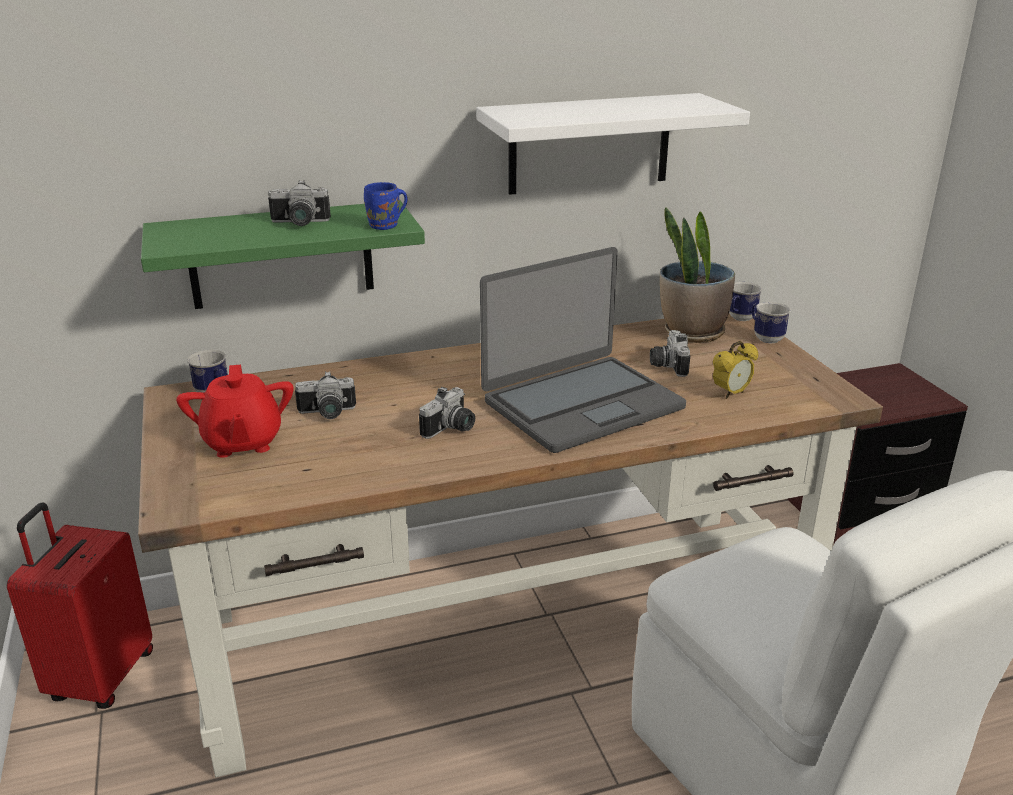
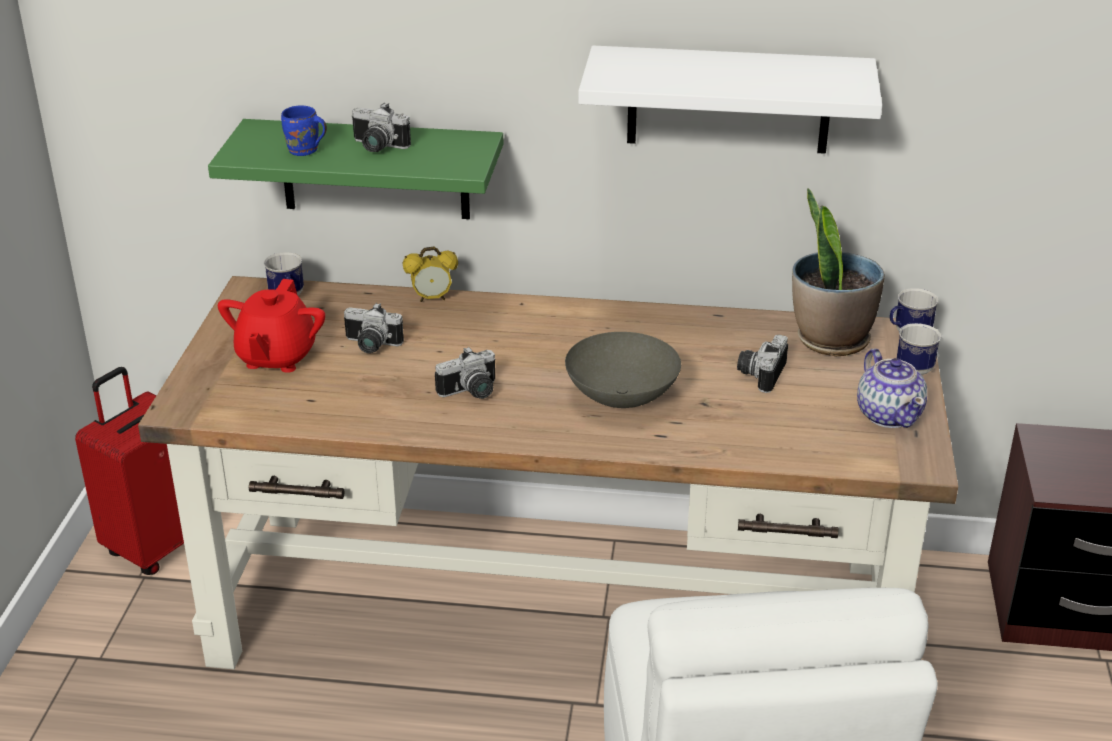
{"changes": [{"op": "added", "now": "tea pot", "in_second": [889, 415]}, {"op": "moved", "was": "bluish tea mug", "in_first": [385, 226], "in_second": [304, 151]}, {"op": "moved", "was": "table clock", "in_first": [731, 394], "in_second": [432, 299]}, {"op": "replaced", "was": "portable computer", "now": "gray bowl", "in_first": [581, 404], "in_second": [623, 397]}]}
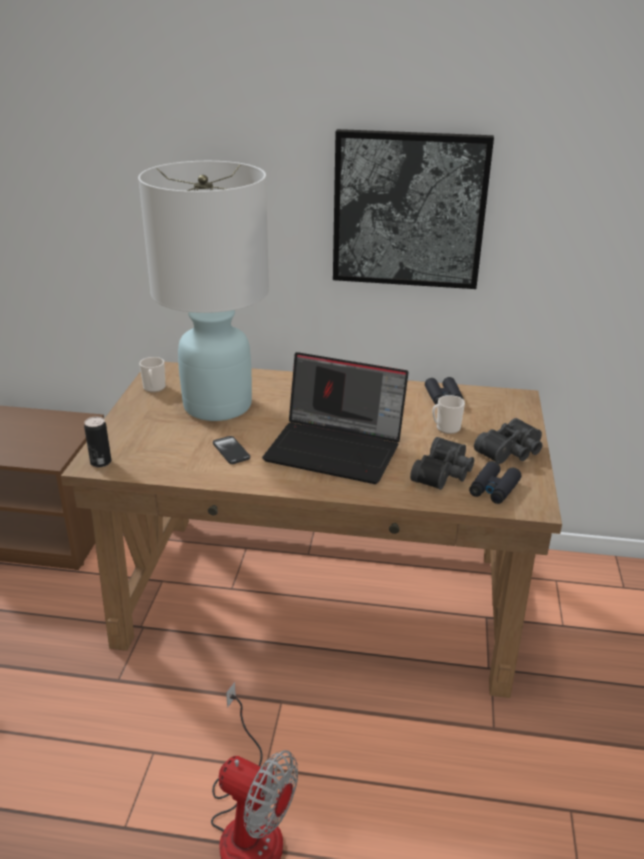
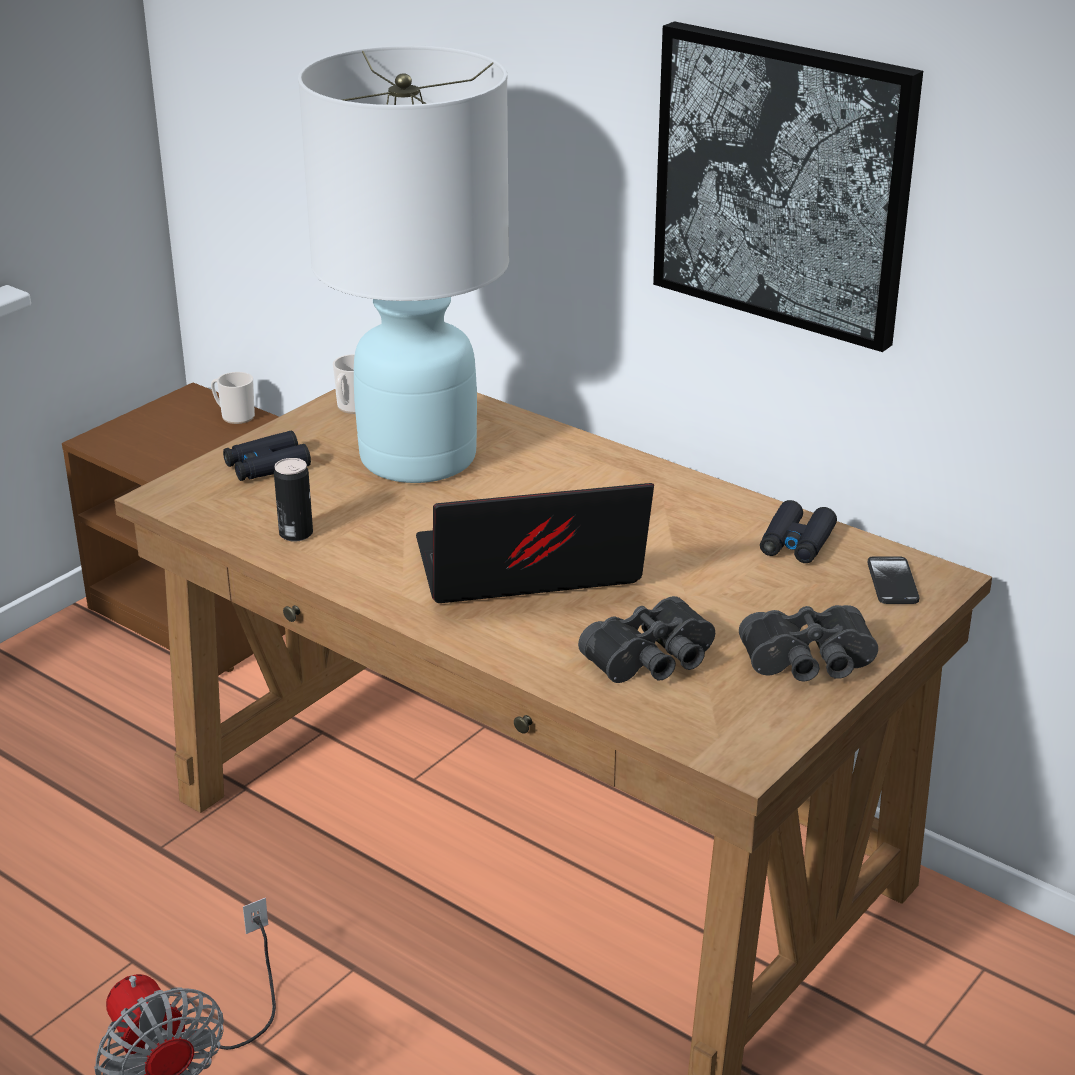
{"changes": [{"op": "moved", "was": "sealed can", "in_first": [101, 462], "in_second": [296, 534]}, {"op": "moved", "was": "handset", "in_first": [231, 451], "in_second": [892, 582]}, {"op": "moved", "was": "tea mug", "in_first": [445, 428], "in_second": [234, 416]}, {"op": "moved", "was": "blackish binoculars", "in_first": [493, 489], "in_second": [267, 466]}, {"op": "turned", "was": "portable computer", "in_first": [337, 449], "in_second": [526, 573], "clockwise": 120}]}
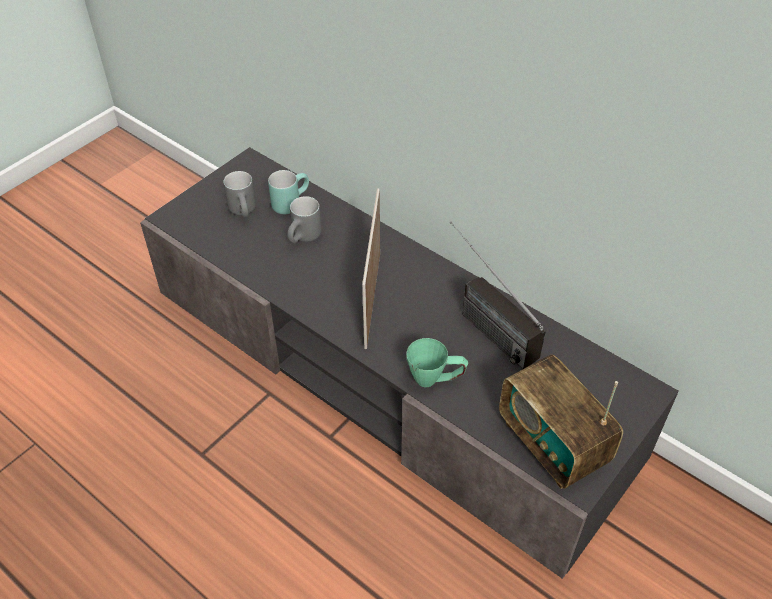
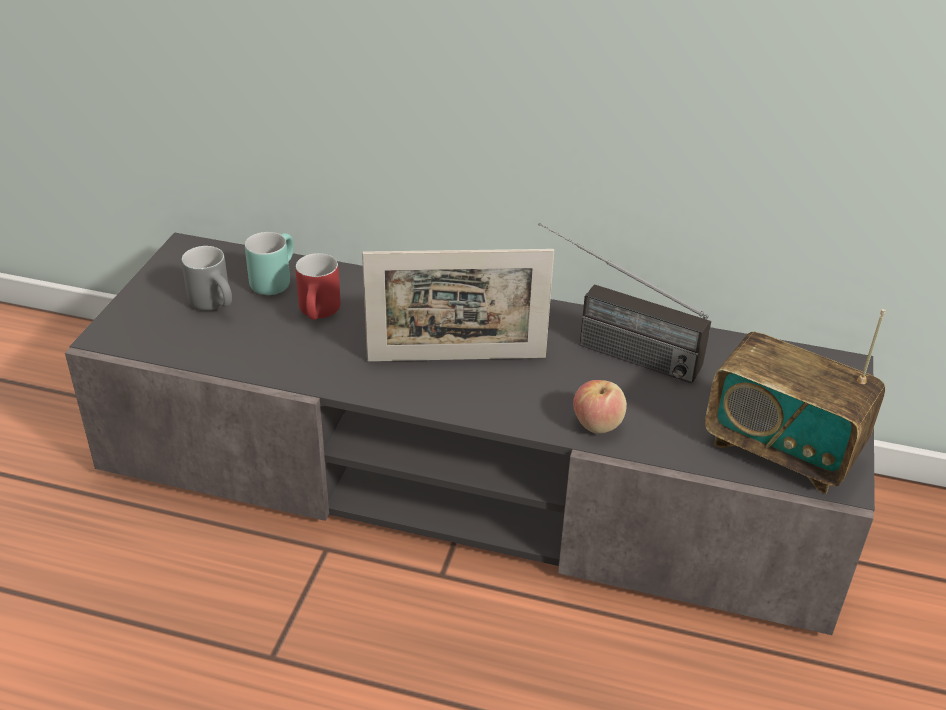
{"changes": [{"op": "replaced", "was": "green-coloured tea mug", "now": "whole apple", "in_first": [435, 380], "in_second": [597, 424]}, {"op": "recoloured", "was": "gray tea mug", "now": "red-coloured tea mug", "in_first": [305, 238], "in_second": [321, 314]}, {"op": "turned", "was": "standing frame", "in_first": [372, 299], "in_second": [456, 359], "clockwise": -75}]}
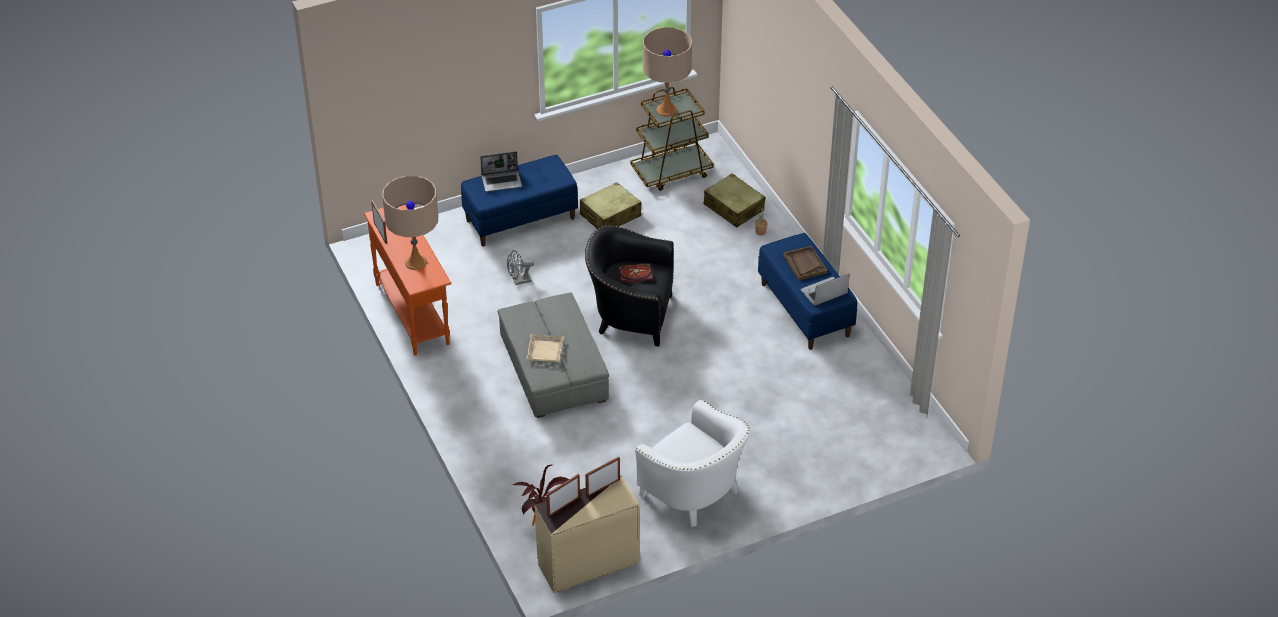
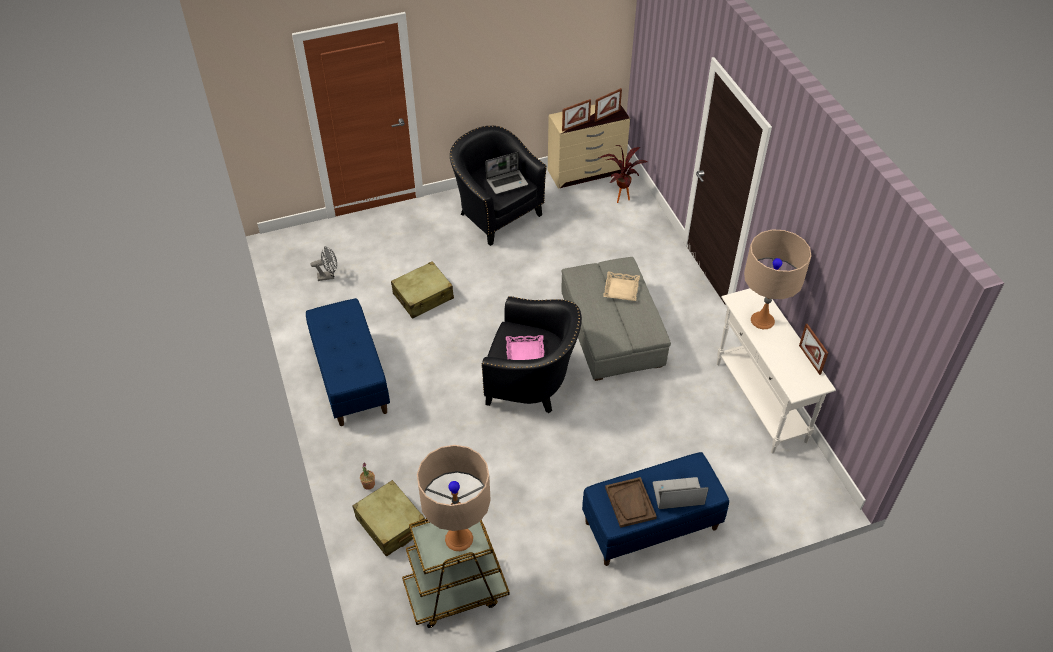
{"changes": [{"op": "moved", "was": "gray fan", "in_first": [519, 281], "in_second": [328, 276]}, {"op": "moved", "was": "sand-coloured piece of luggage", "in_first": [610, 216], "in_second": [423, 296]}, {"op": "moved", "was": "brownish carrying tray", "in_first": [804, 264], "in_second": [630, 503]}, {"op": "moved", "was": "portable computer", "in_first": [823, 293], "in_second": [507, 182]}, {"op": "replaced", "was": "bound book", "now": "pink carrying tray", "in_first": [636, 274], "in_second": [525, 352]}, {"op": "recoloured", "was": "orangey narrow table", "now": "white narrow table", "in_first": [412, 313], "in_second": [760, 402]}, {"op": "recoloured", "was": "white lounge chair", "now": "blackish lounge chair", "in_first": [695, 494], "in_second": [496, 214]}]}
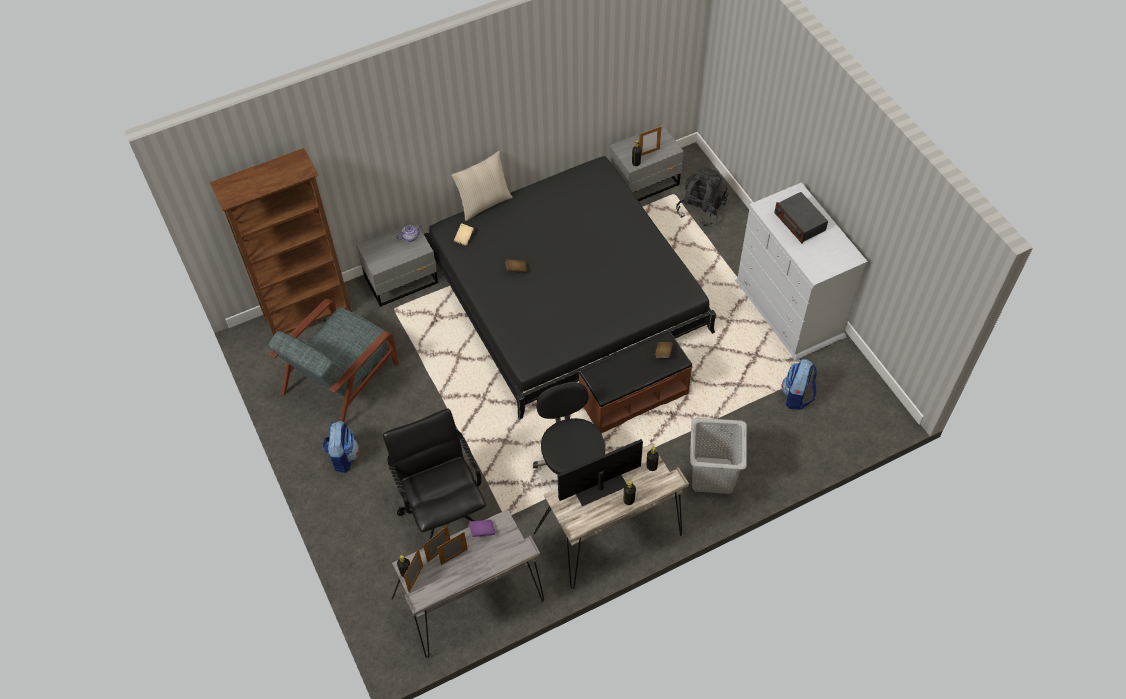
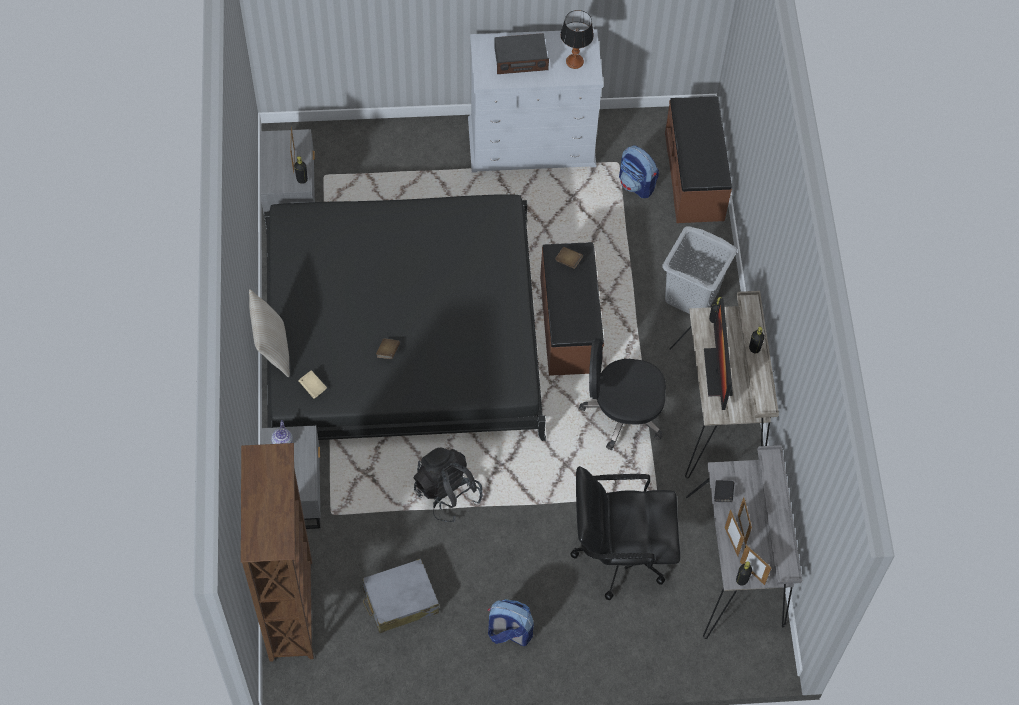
{"changes": [{"op": "added", "now": "tabletop lamp", "in_second": [575, 61]}, {"op": "added", "now": "brownish bench", "in_second": [695, 176]}, {"op": "moved", "was": "blackish knapsack", "in_first": [701, 209], "in_second": [447, 493]}, {"op": "replaced", "was": "gray lounge chair", "now": "gray piece of luggage", "in_first": [342, 377], "in_second": [400, 600]}, {"op": "recoloured", "was": "purple bound book", "now": "blackish bound book", "in_first": [482, 531], "in_second": [723, 494]}]}
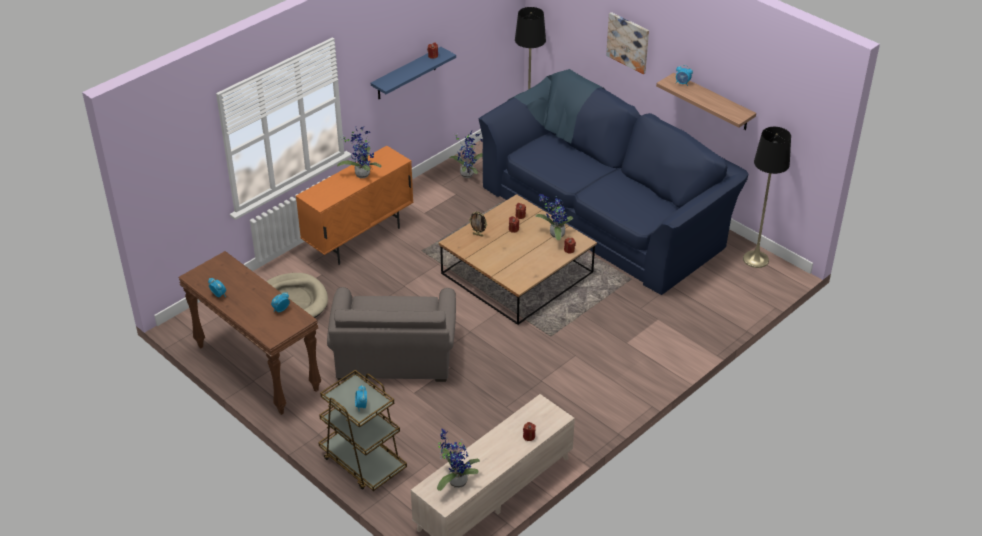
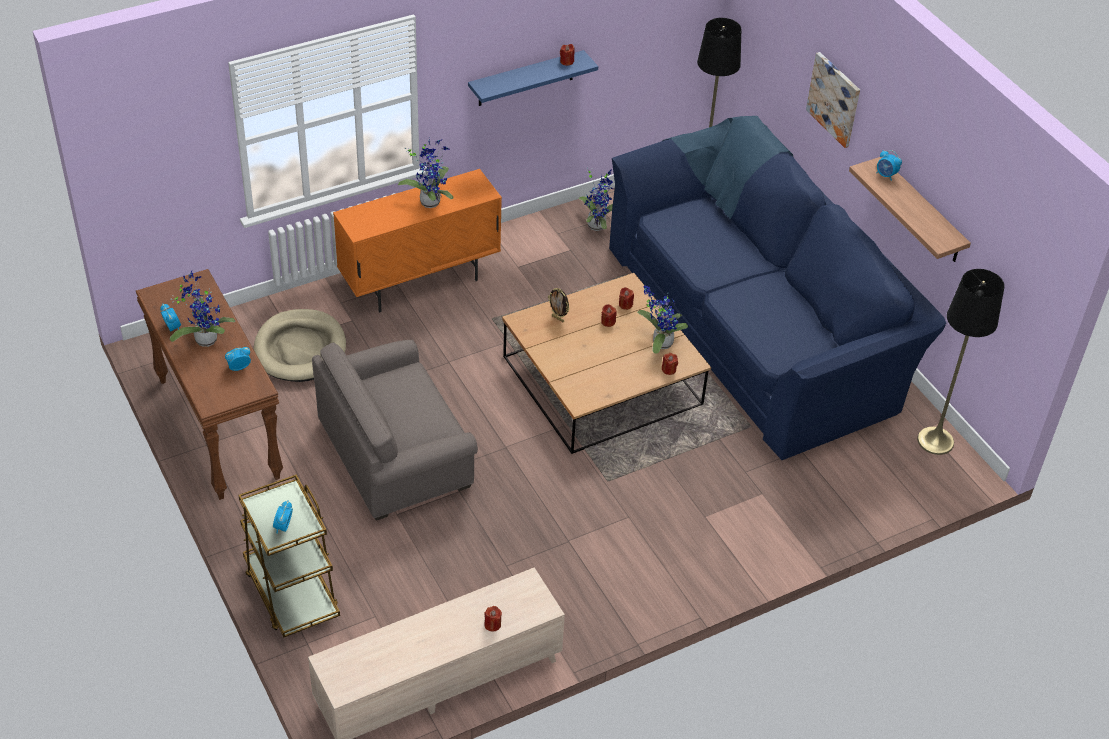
{"changes": [{"op": "moved", "was": "potted plant", "in_first": [455, 480], "in_second": [204, 338]}, {"op": "turned", "was": "gray lounge chair", "in_first": [394, 354], "in_second": [395, 454], "clockwise": 45}]}
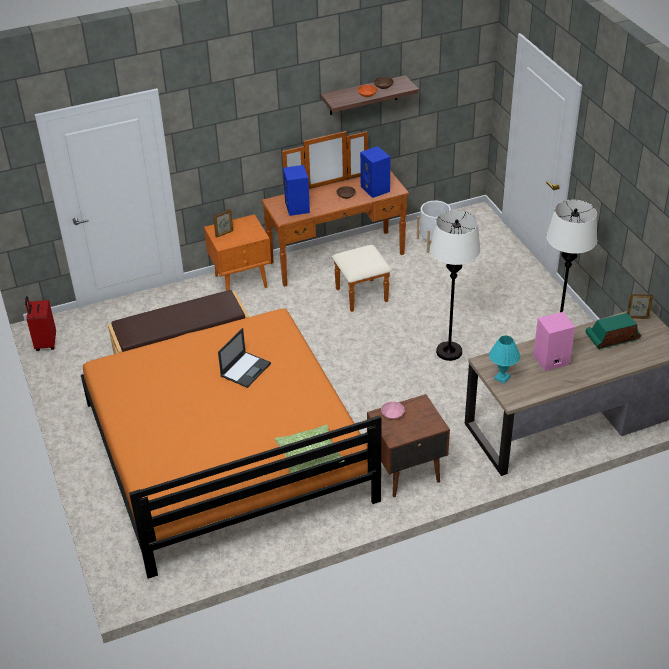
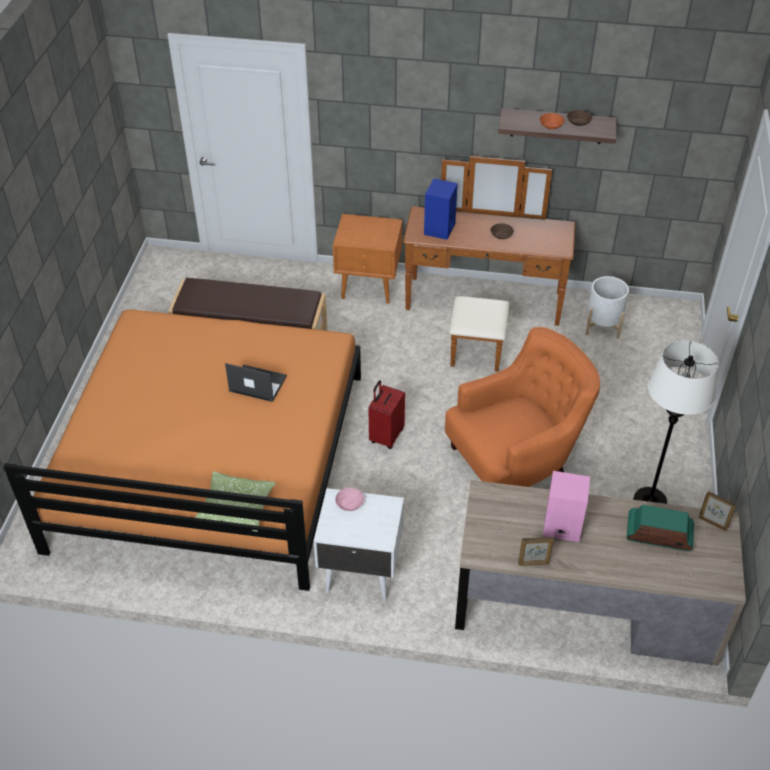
{"changes": [{"op": "removed", "was": "bluish loudspeaker", "in_first": [376, 189]}, {"op": "removed", "was": "turquoise tabletop lamp", "in_first": [502, 377]}, {"op": "moved", "was": "red-coloured piece of luggage", "in_first": [45, 343], "in_second": [386, 436]}, {"op": "moved", "was": "standing frame", "in_first": [224, 234], "in_second": [533, 563]}, {"op": "replaced", "was": "white standing lamp", "now": "orangey lounge chair", "in_first": [449, 351], "in_second": [517, 458]}, {"op": "recoloured", "was": "brownish bedside table", "now": "white bedside table", "in_first": [405, 472], "in_second": [359, 572]}, {"op": "turned", "was": "portable computer", "in_first": [246, 369], "in_second": [257, 383], "clockwise": -135}]}
